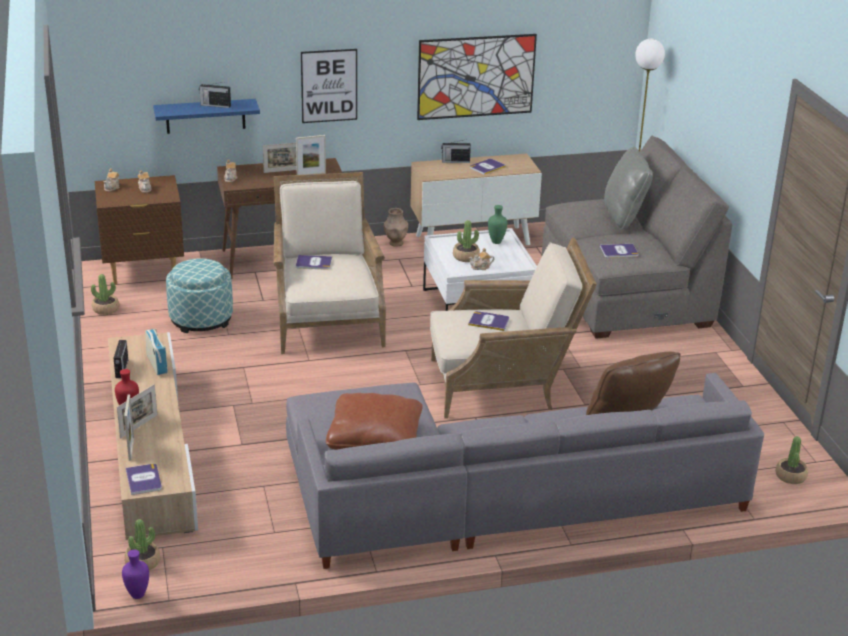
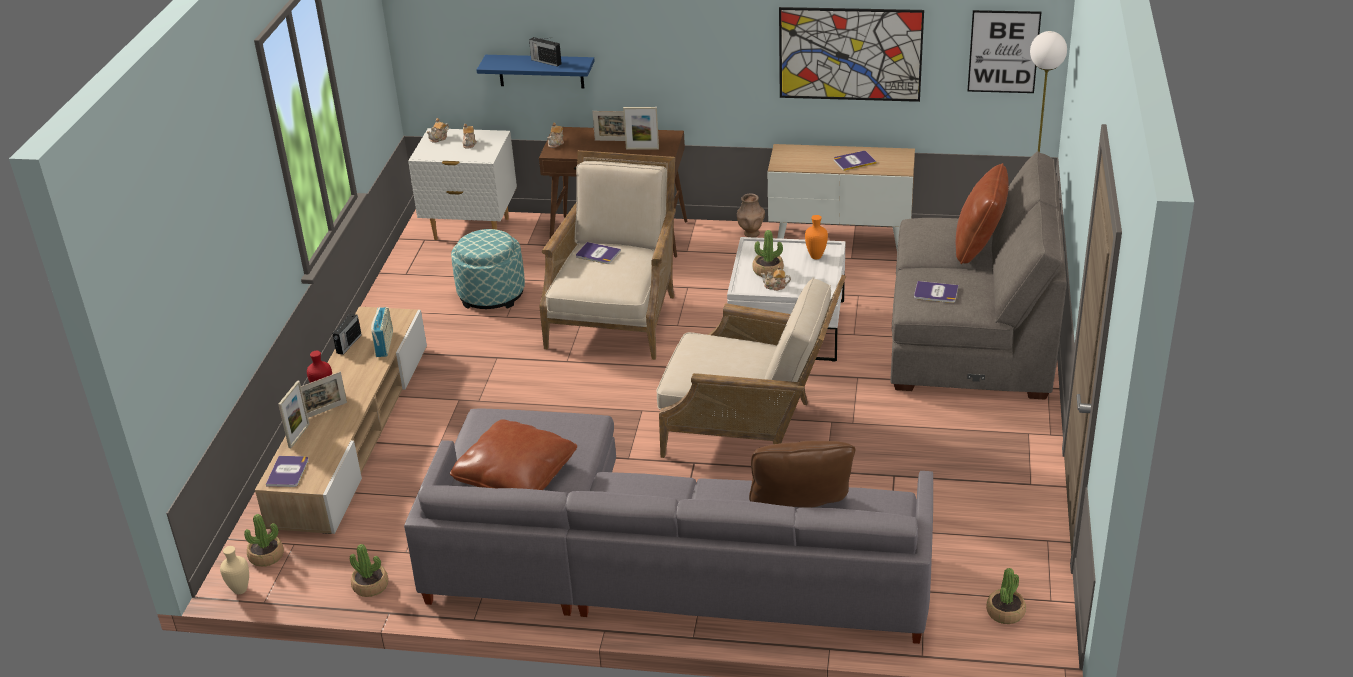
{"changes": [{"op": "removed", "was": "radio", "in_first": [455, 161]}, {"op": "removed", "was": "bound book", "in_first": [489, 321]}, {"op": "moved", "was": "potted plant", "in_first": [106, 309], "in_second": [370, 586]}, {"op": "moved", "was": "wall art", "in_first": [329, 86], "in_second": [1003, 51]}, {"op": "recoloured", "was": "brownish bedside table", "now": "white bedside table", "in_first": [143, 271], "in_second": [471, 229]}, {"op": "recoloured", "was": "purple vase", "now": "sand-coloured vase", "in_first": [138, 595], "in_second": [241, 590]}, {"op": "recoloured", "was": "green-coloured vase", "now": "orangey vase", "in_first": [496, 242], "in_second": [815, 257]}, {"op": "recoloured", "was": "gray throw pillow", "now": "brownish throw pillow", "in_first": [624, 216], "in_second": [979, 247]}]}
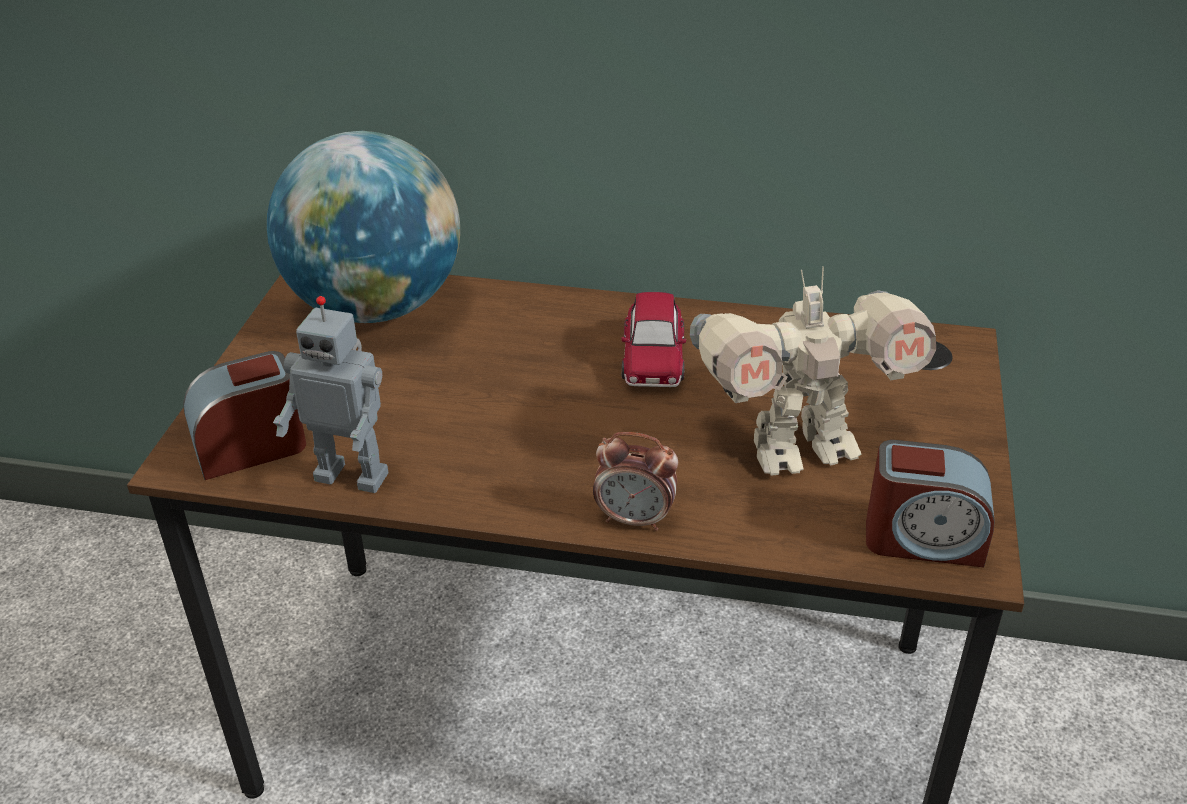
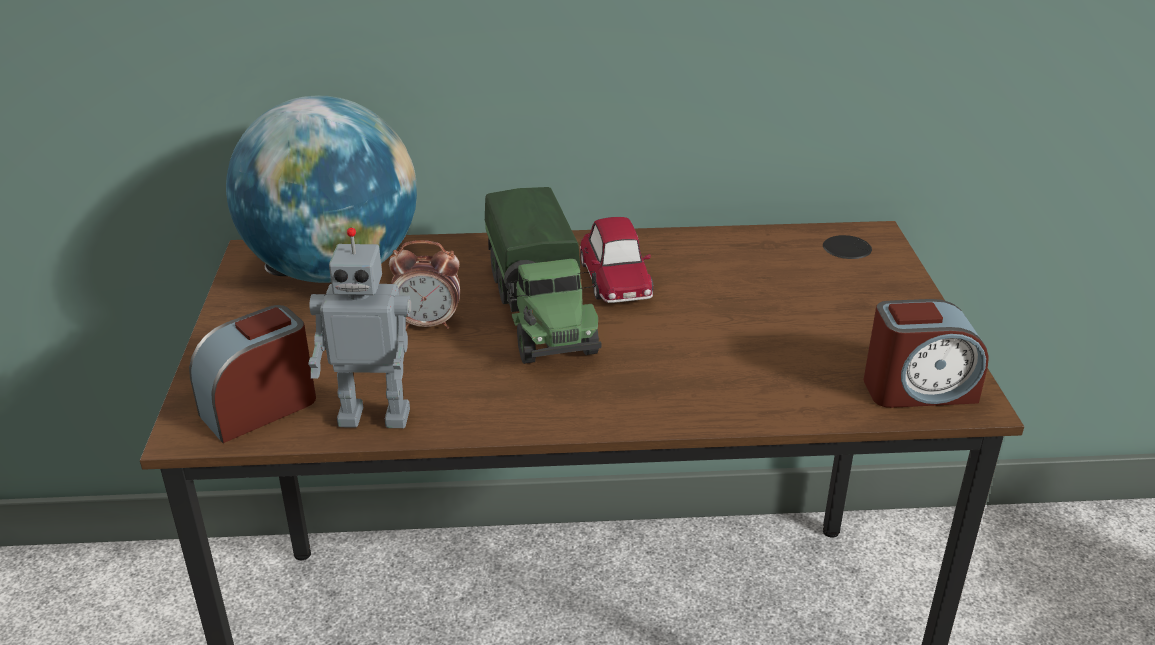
{"changes": [{"op": "removed", "was": "robot figure", "in_first": [799, 447]}, {"op": "added", "now": "toy truck", "in_second": [542, 314]}, {"op": "moved", "was": "table clock", "in_first": [635, 519], "in_second": [428, 324]}]}
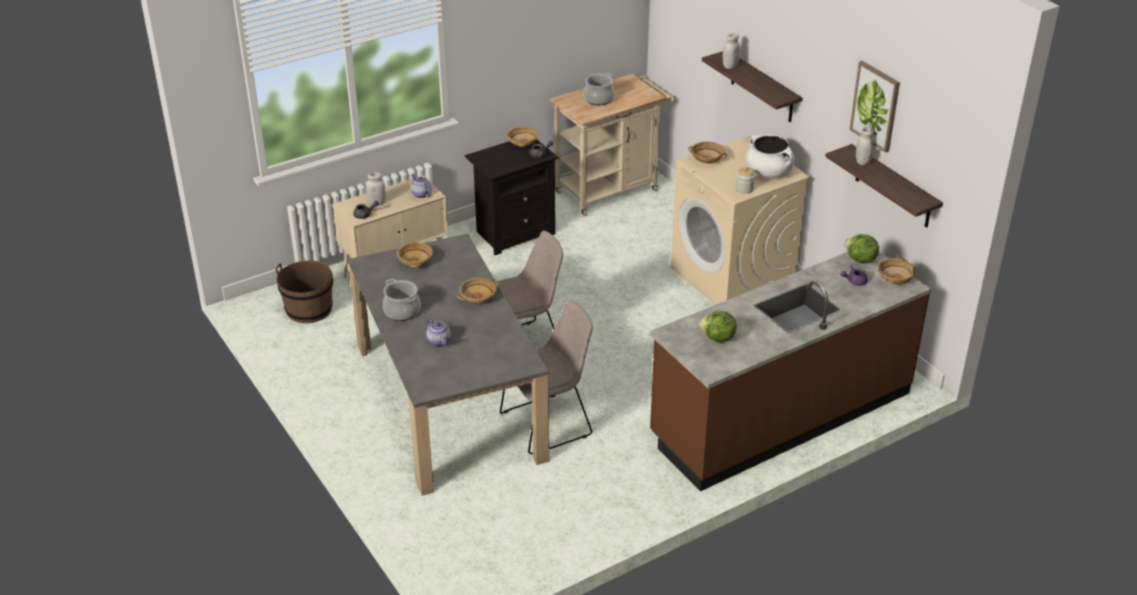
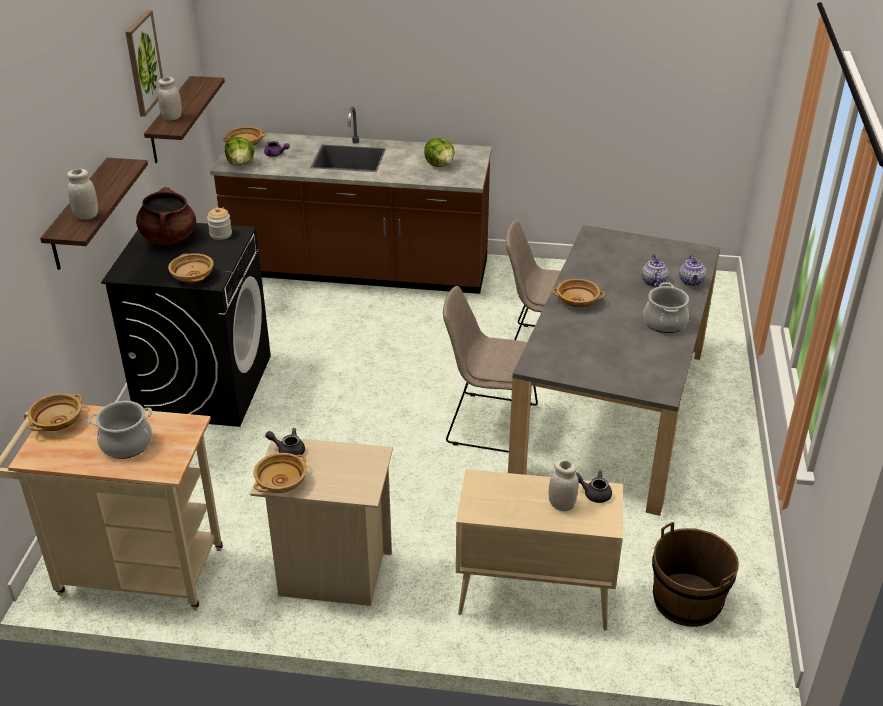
{"changes": [{"op": "moved", "was": "sand-coloured bowl", "in_first": [416, 262], "in_second": [58, 422]}, {"op": "moved", "was": "tea pot", "in_first": [421, 194], "in_second": [691, 282]}, {"op": "recoloured", "was": "blackish bedside table", "now": "sand-coloured bedside table", "in_first": [513, 233], "in_second": [331, 574]}, {"op": "recoloured", "was": "sand-coloured laundry appliance", "now": "blackish laundry appliance", "in_first": [733, 277], "in_second": [204, 385]}, {"op": "recoloured", "was": "white saucepot", "now": "brownish saucepot", "in_first": [769, 172], "in_second": [169, 238]}]}
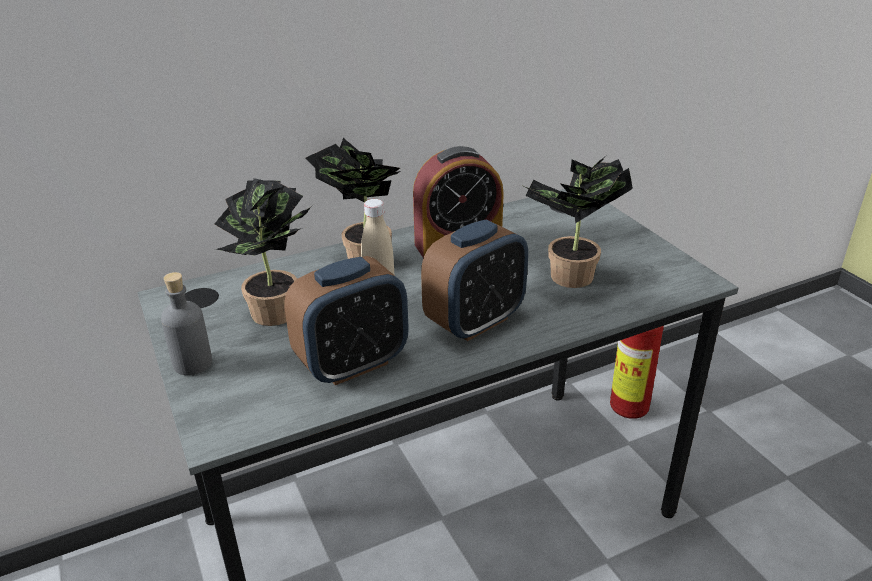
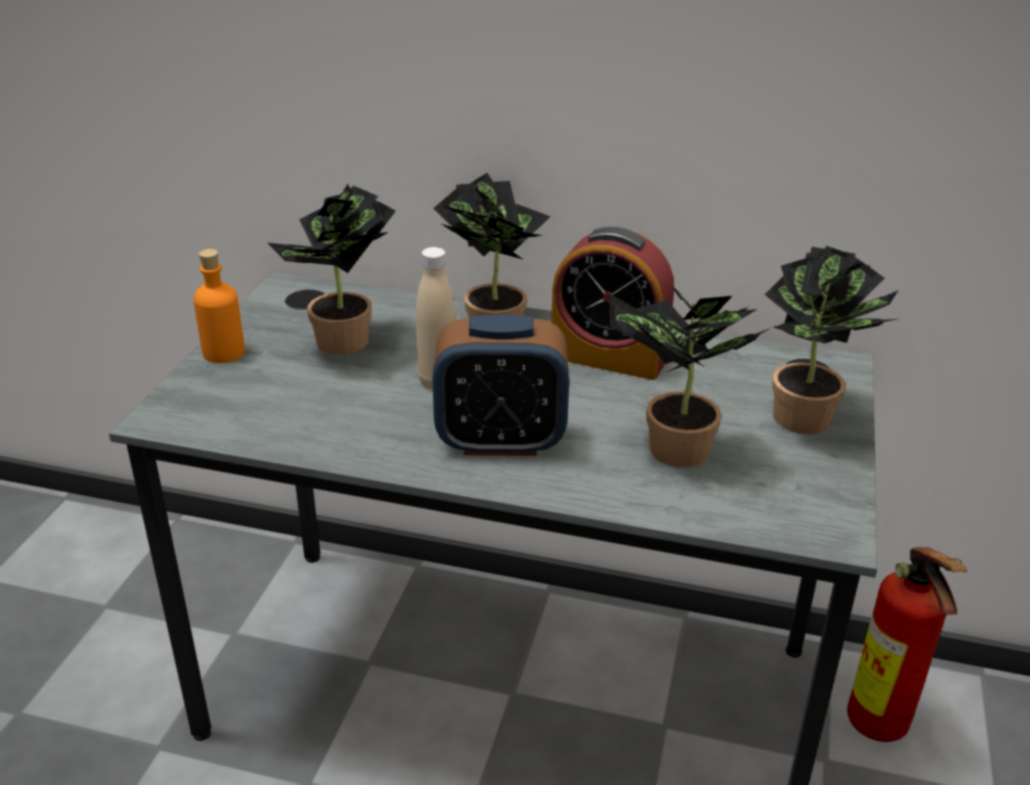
{"changes": [{"op": "removed", "was": "table clock", "in_first": [352, 364]}, {"op": "added", "now": "potted plant", "in_second": [809, 422]}, {"op": "recoloured", "was": "gray drink bottle", "now": "orangey drink bottle", "in_first": [193, 363], "in_second": [223, 352]}]}
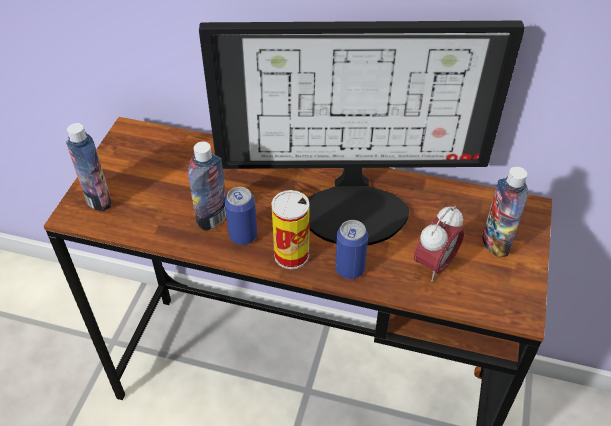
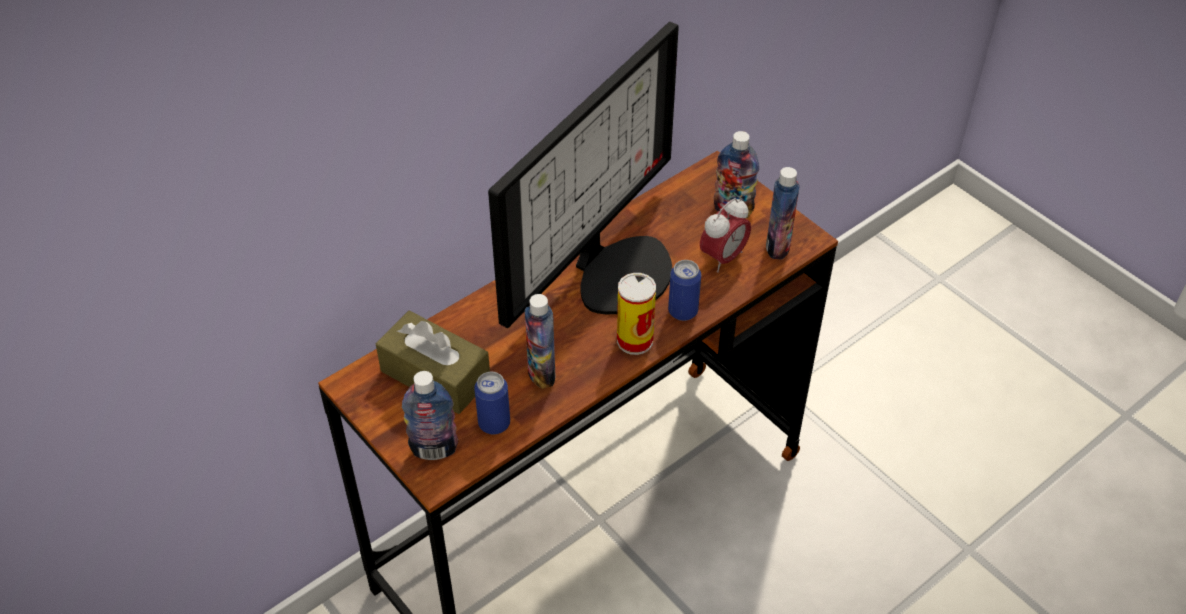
{"changes": [{"op": "added", "now": "brownish box of tissues", "in_second": [435, 375]}, {"op": "added", "now": "drink bottle", "in_second": [777, 246]}, {"op": "moved", "was": "sealed can", "in_first": [243, 236], "in_second": [494, 423]}, {"op": "turned", "was": "table clock", "in_first": [434, 265], "in_second": [723, 258], "clockwise": 60}]}
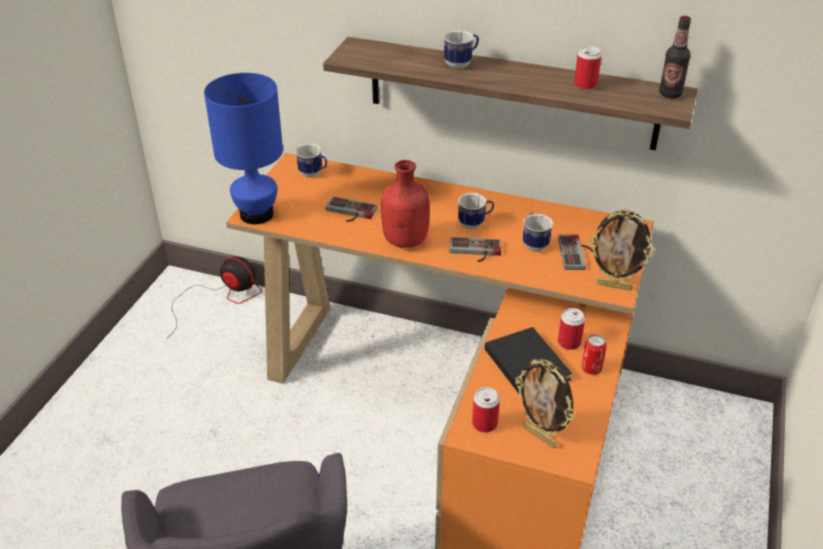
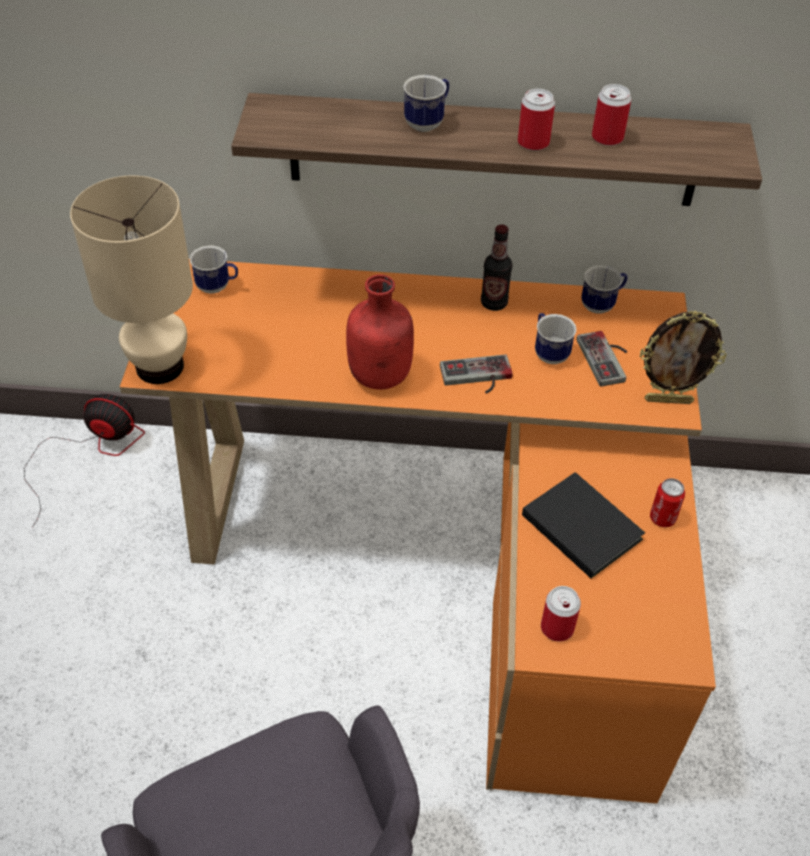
{"changes": [{"op": "removed", "was": "joypad", "in_first": [349, 213]}, {"op": "removed", "was": "standing frame", "in_first": [540, 436]}, {"op": "moved", "was": "tea mug", "in_first": [475, 224], "in_second": [602, 304]}, {"op": "moved", "was": "sealed can", "in_first": [569, 342], "in_second": [533, 142]}, {"op": "moved", "was": "drink bottle", "in_first": [670, 94], "in_second": [494, 303]}, {"op": "recoloured", "was": "bluish tabletop lamp", "now": "sand-coloured tabletop lamp", "in_first": [256, 214], "in_second": [159, 366]}]}
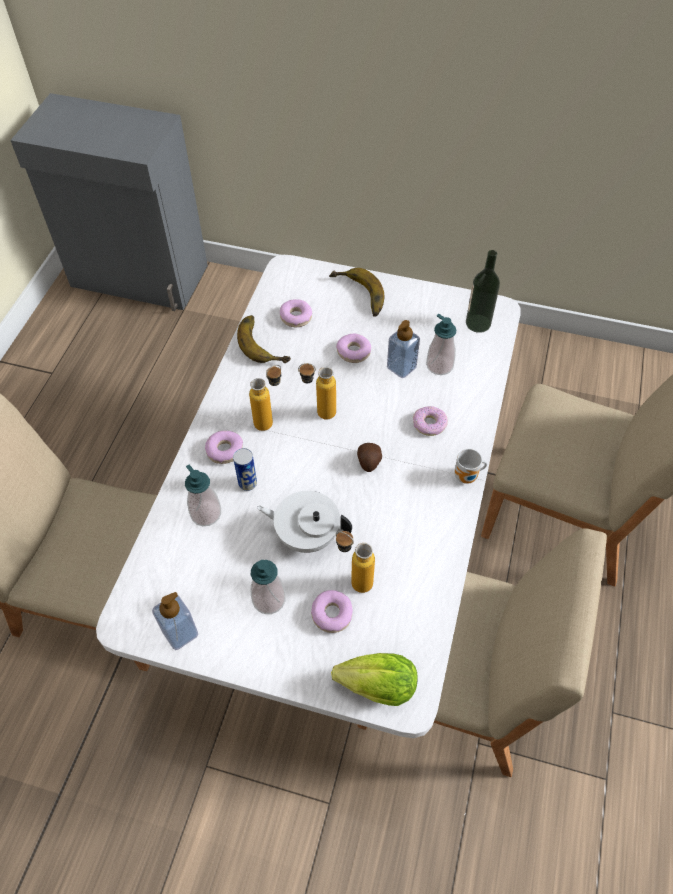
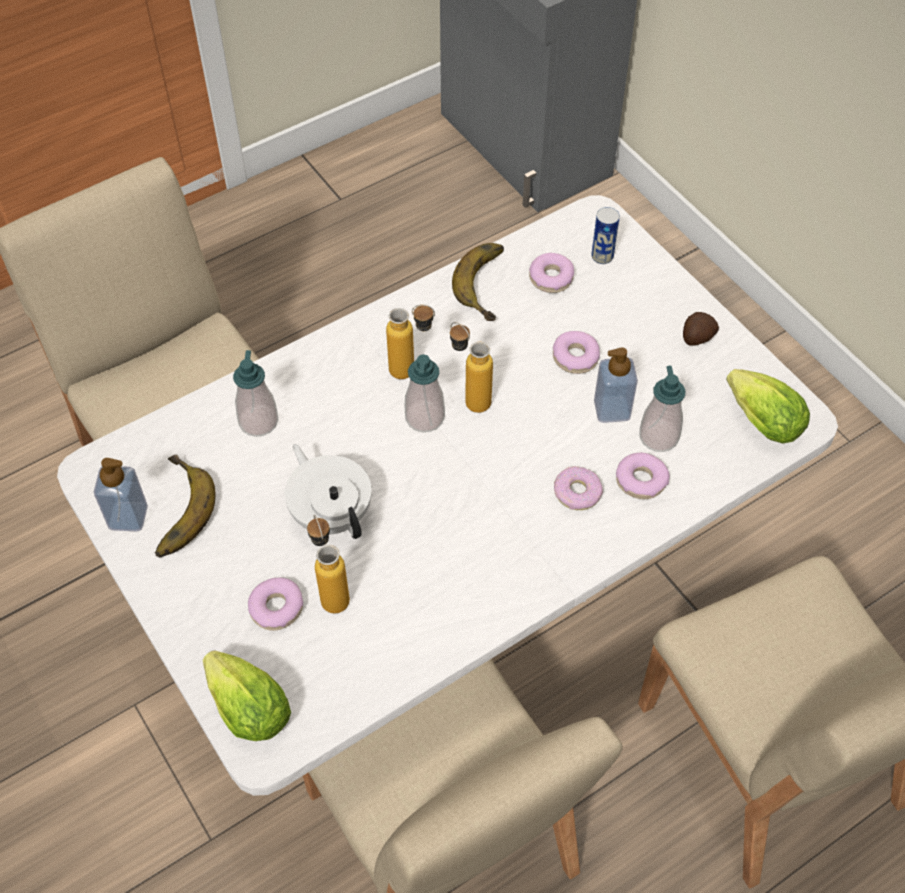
{"changes": [{"op": "removed", "was": "tea mug", "in_first": [467, 477]}, {"op": "moved", "was": "ring doughnut", "in_first": [225, 450], "in_second": [641, 481]}, {"op": "moved", "was": "sealed can", "in_first": [247, 483], "in_second": [602, 256]}, {"op": "moved", "was": "liquid soap bottle", "in_first": [269, 599], "in_second": [424, 417]}, {"op": "moved", "was": "whole banana", "in_first": [357, 296], "in_second": [173, 511]}, {"op": "moved", "was": "whole potato", "in_first": [368, 463], "in_second": [696, 338]}, {"op": "replaced", "was": "drink bottle", "now": "lettuce head", "in_first": [478, 323], "in_second": [758, 419]}]}
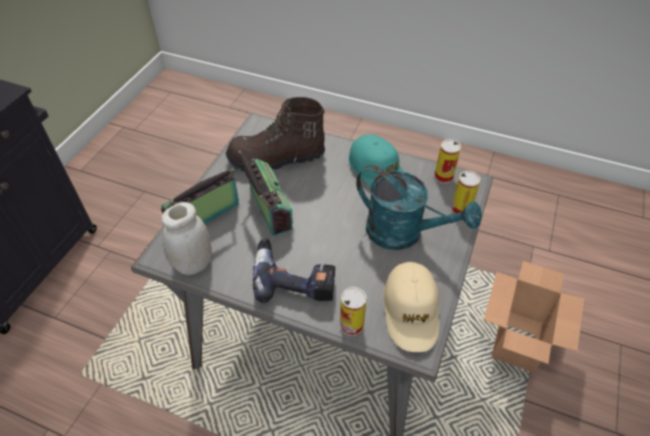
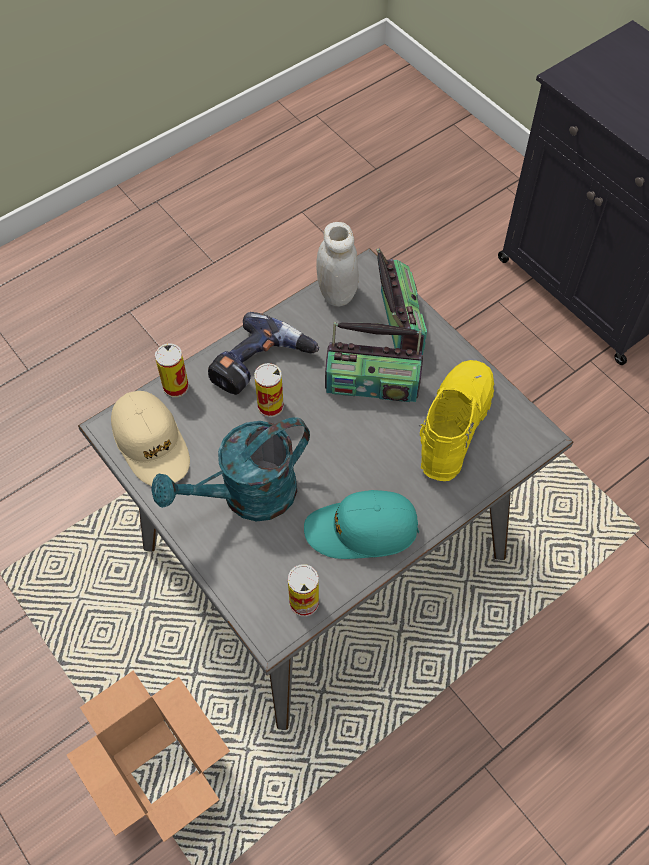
{"changes": [{"op": "moved", "was": "sealed can", "in_first": [461, 208], "in_second": [270, 406]}, {"op": "recoloured", "was": "brownish boot", "now": "yellow-coloured boot", "in_first": [276, 159], "in_second": [453, 427]}, {"op": "turned", "was": "sand-coloured baseball cap", "in_first": [411, 311], "in_second": [152, 444], "clockwise": -150}]}
